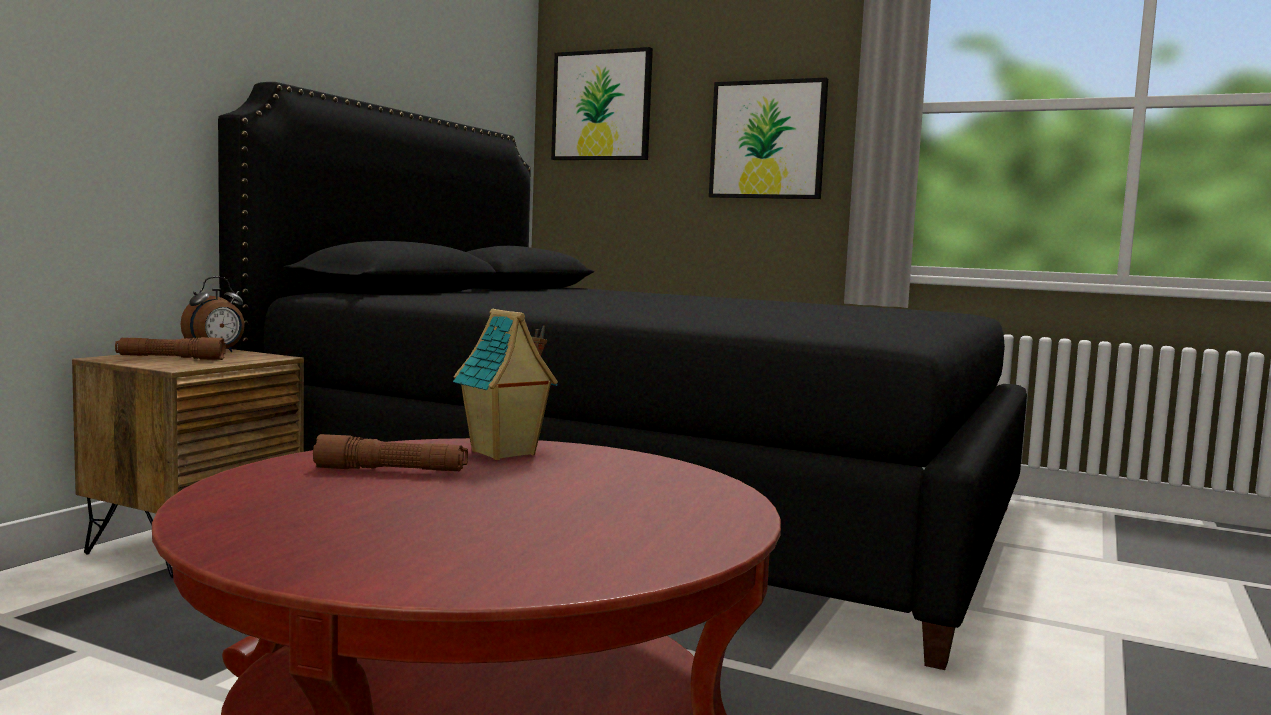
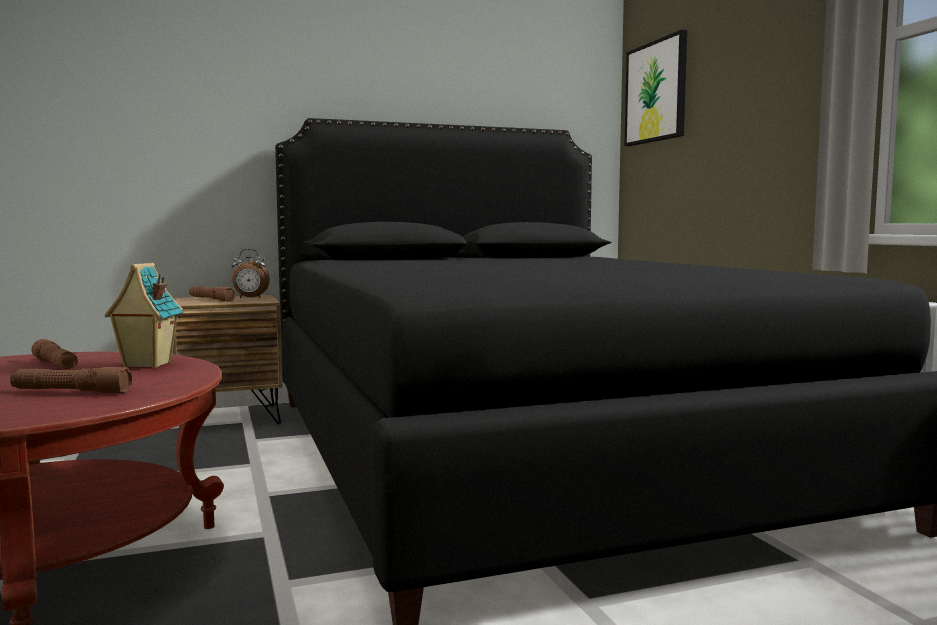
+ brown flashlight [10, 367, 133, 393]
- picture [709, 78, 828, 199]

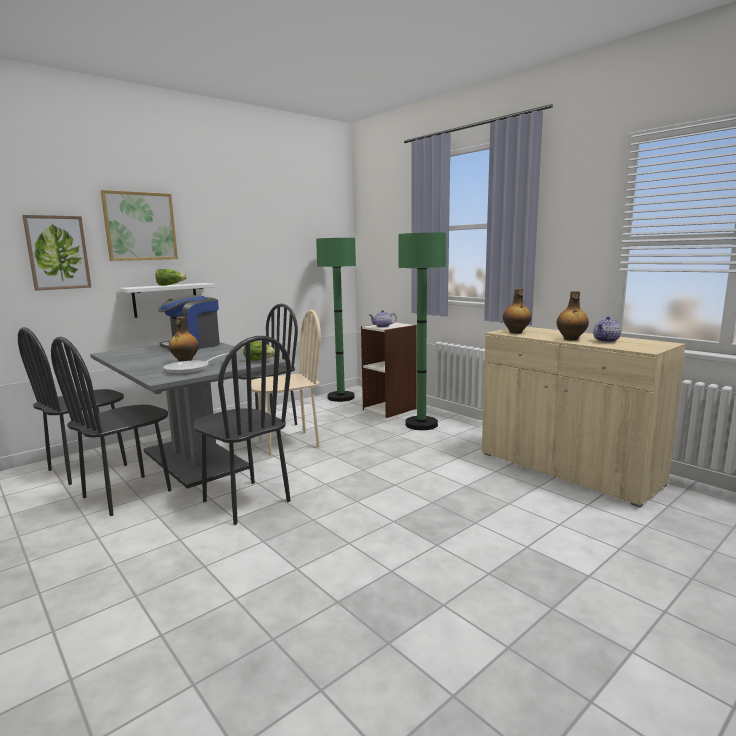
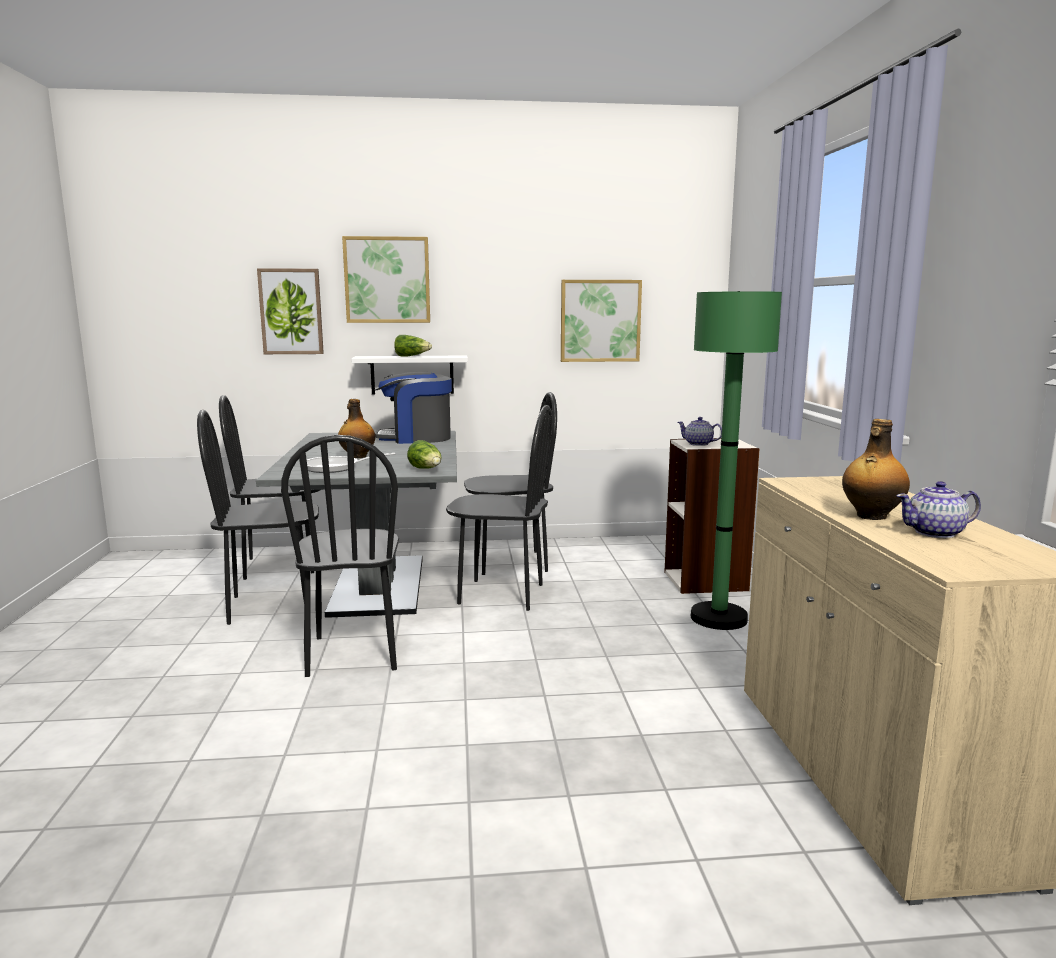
~ beige chair [251, 309, 321, 456] to black chair [446, 405, 552, 611]
+ picture [561, 280, 642, 362]
- green floor lamp [316, 238, 356, 402]
- bottle [503, 288, 531, 334]

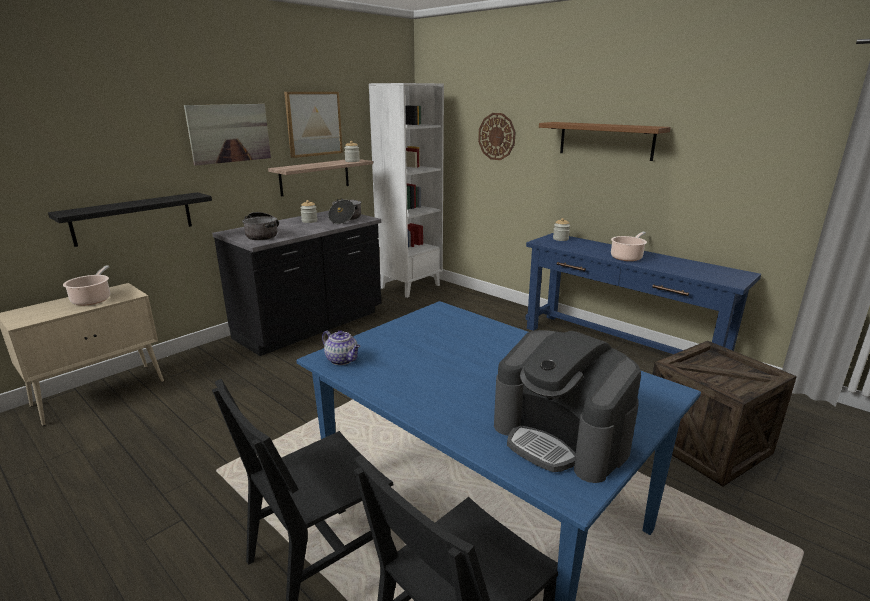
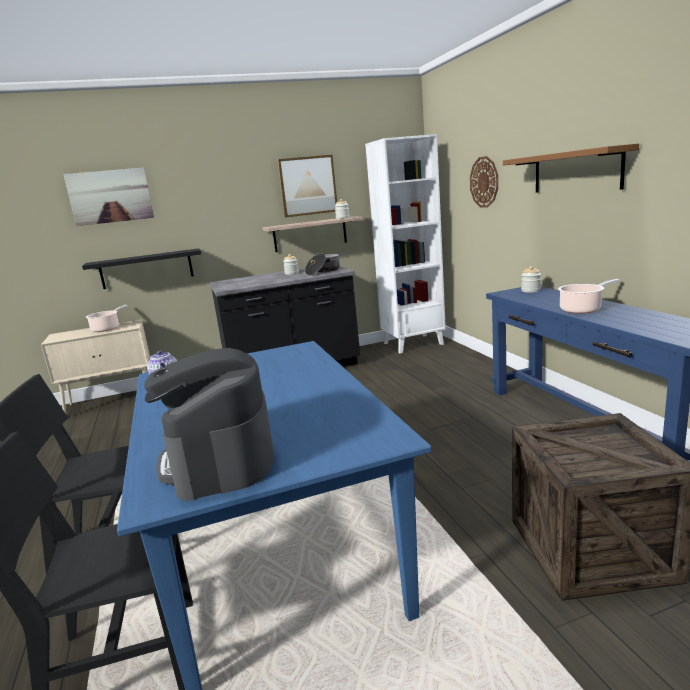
~ picture [184, 104, 271, 166] to [63, 168, 154, 226]
- cooking pot [242, 212, 279, 240]

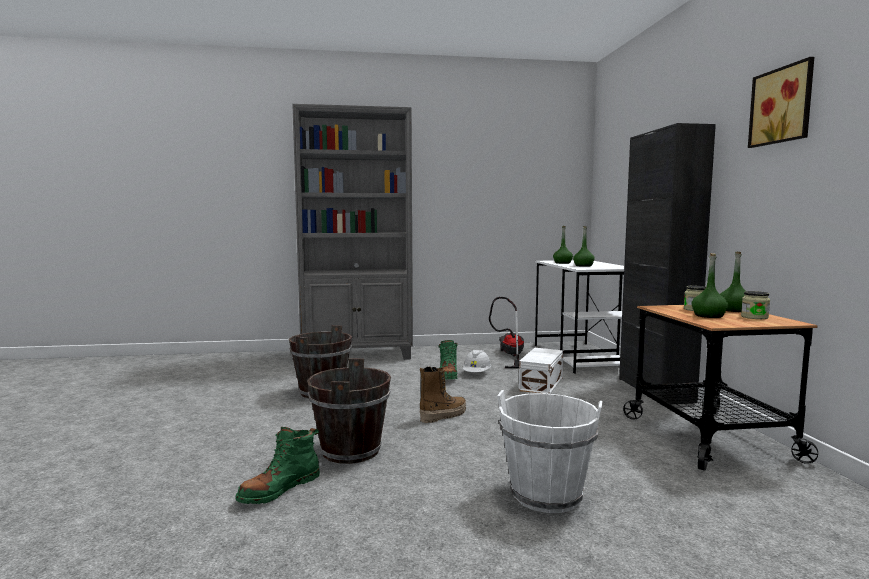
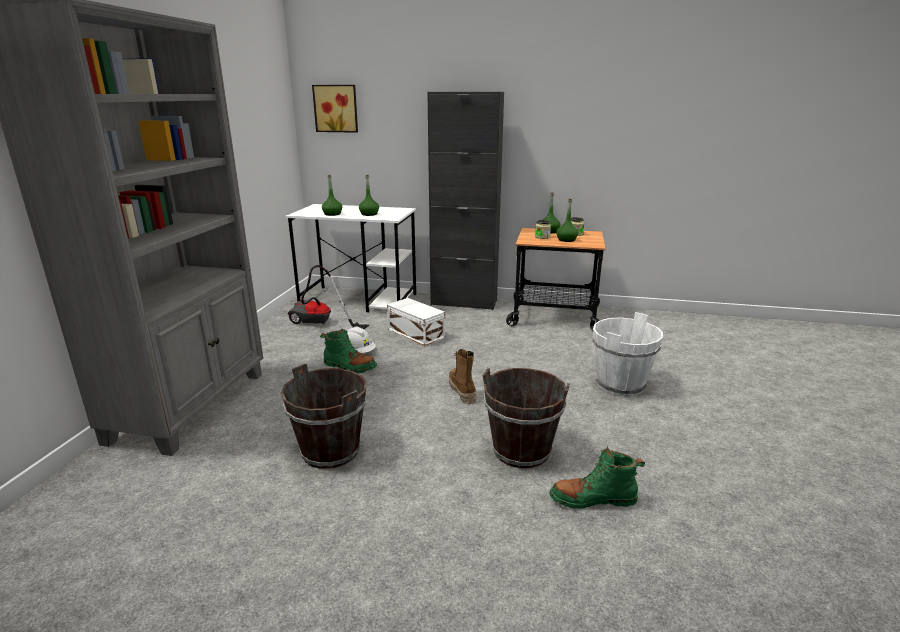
~ picture [748, 57, 814, 148] to [312, 85, 358, 133]
~ green boot [235, 427, 320, 504] = [550, 447, 645, 509] 120 degrees clockwise

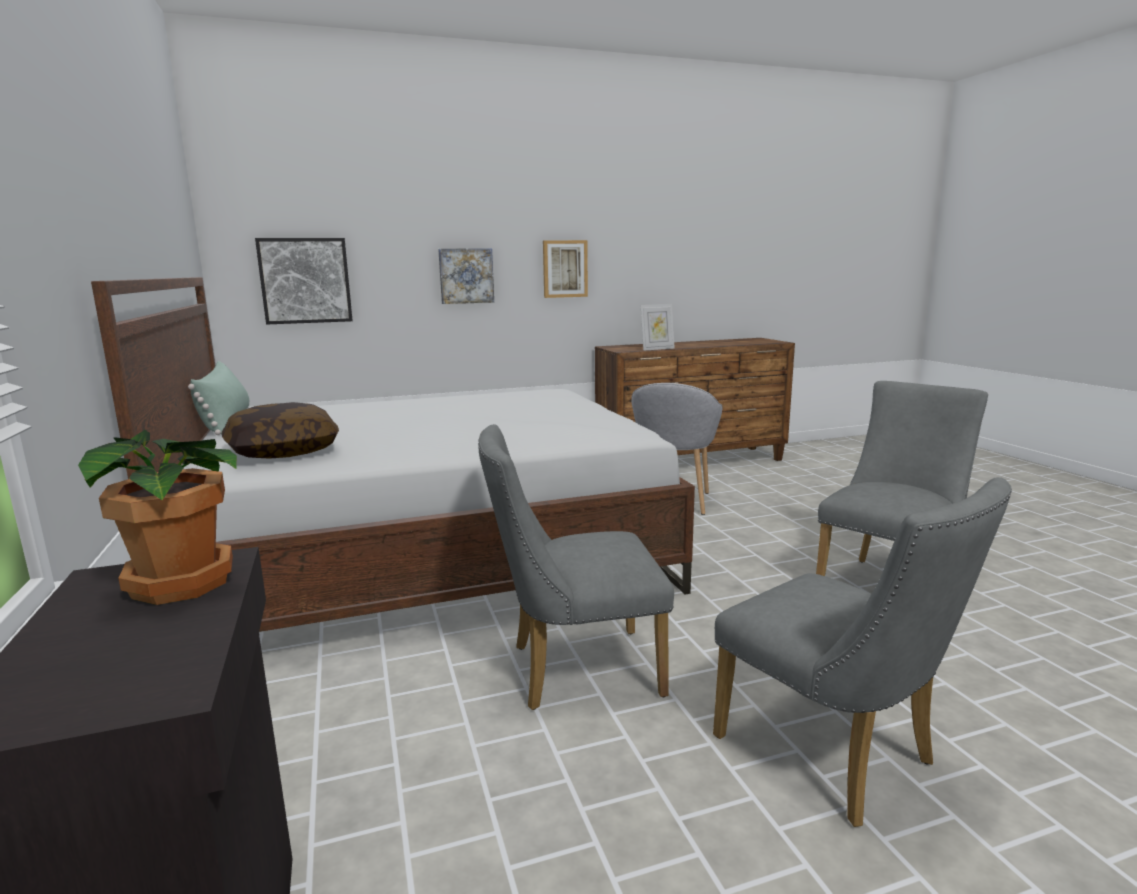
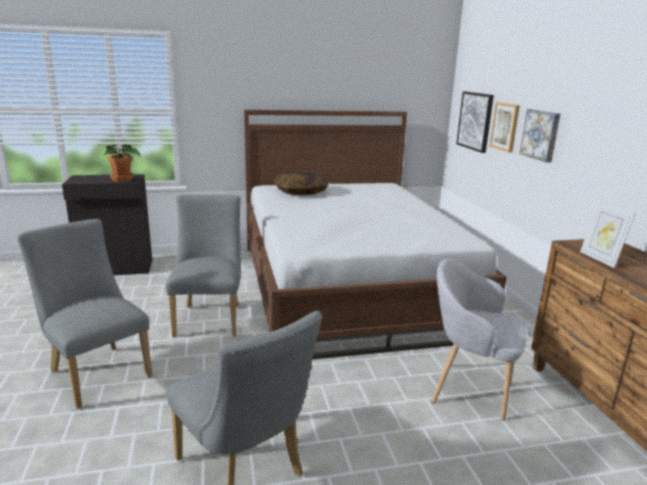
~ grey chair [713, 477, 1012, 827] = [17, 219, 153, 409] 75 degrees clockwise
~ picture [543, 240, 588, 298] to [490, 102, 520, 153]
- green pillow [188, 361, 249, 435]

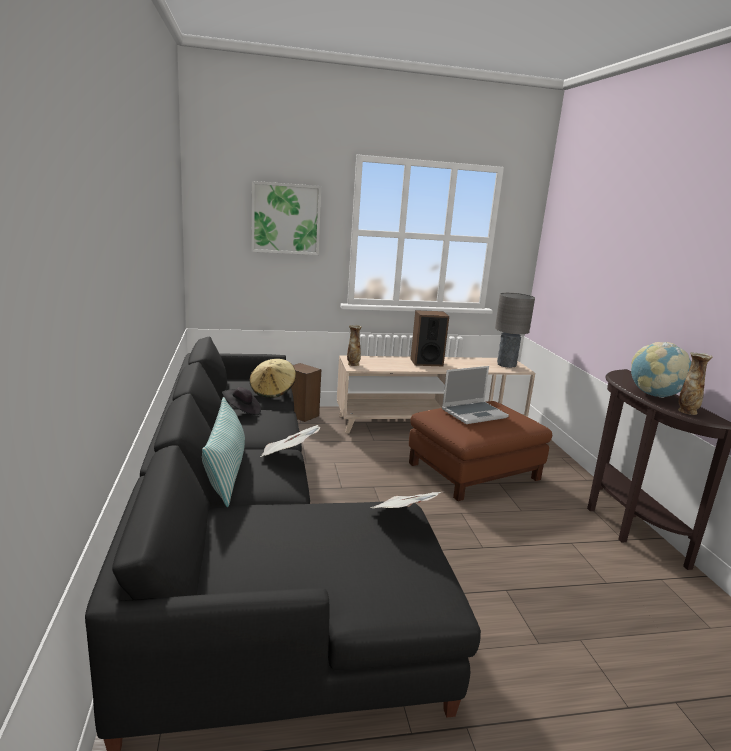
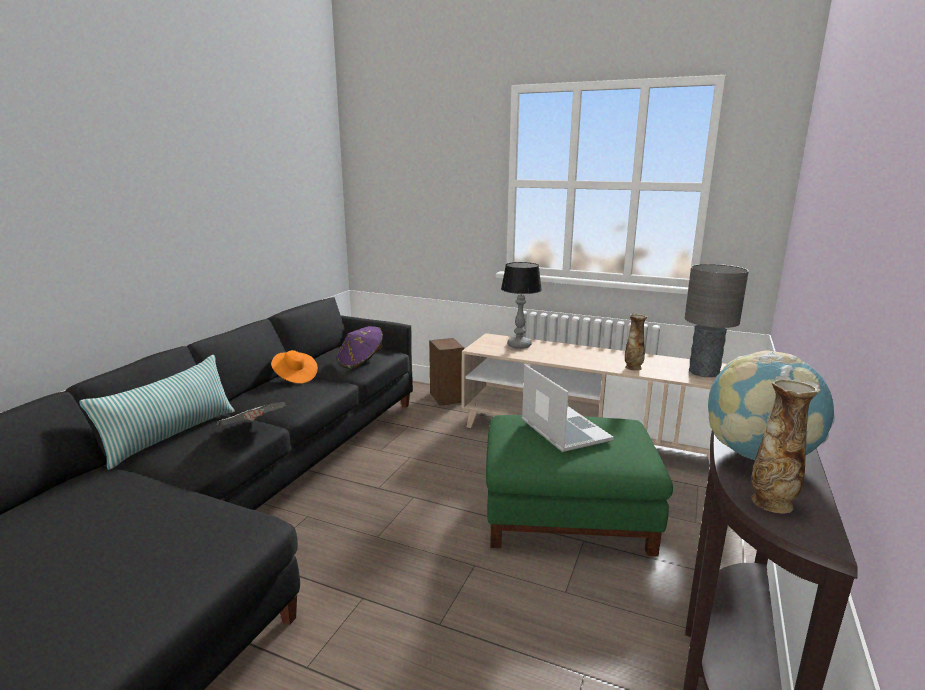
~ black hat [222, 387, 261, 415] to orange hat [271, 350, 318, 384]
~ beige hat [250, 359, 296, 398] to purple hat [337, 326, 383, 369]
~ brown ottoman [409, 401, 552, 501] to green ottoman [486, 415, 673, 556]
+ table lamp [501, 262, 542, 349]
~ laptop [442, 366, 509, 424] = [522, 364, 614, 452] 120 degrees counterclockwise
~ vase [347, 325, 362, 366] to [625, 313, 648, 371]
- picture [251, 181, 321, 255]
- newspaper [370, 492, 441, 508]
- speaker [411, 310, 449, 366]

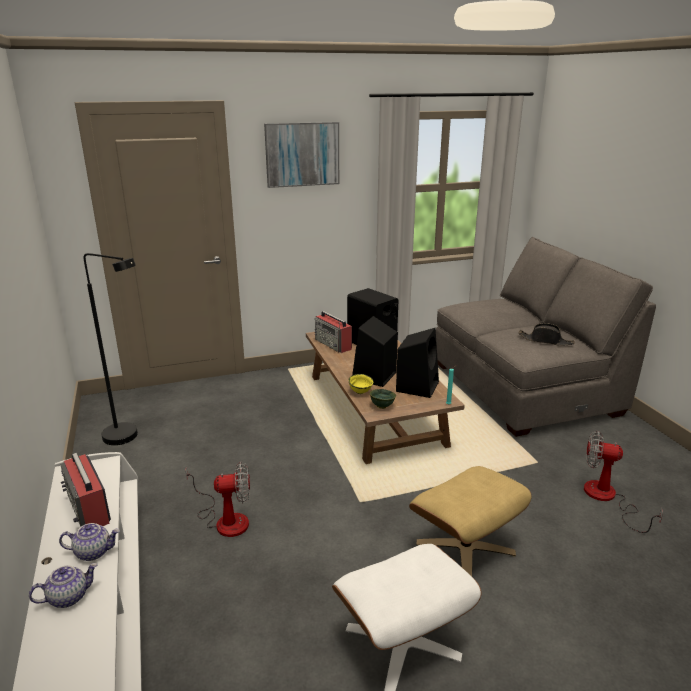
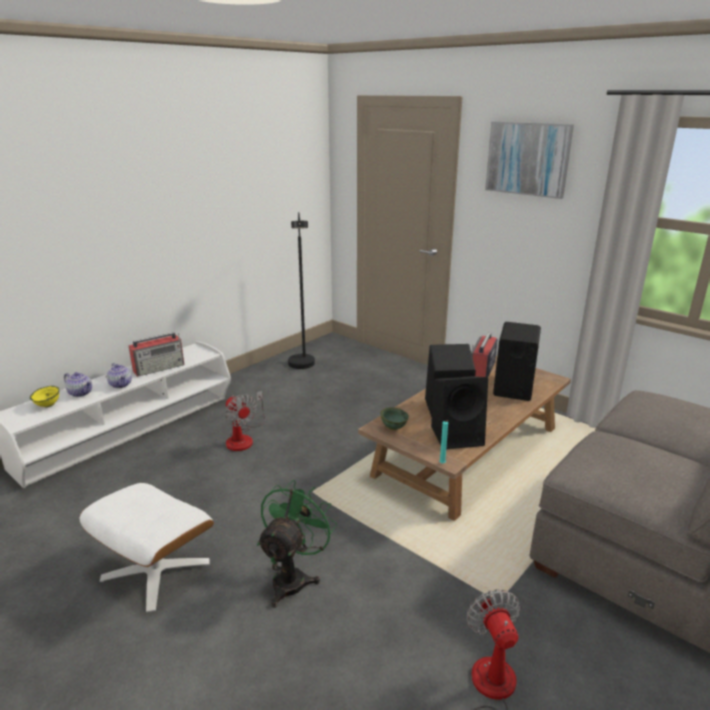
~ yellow bowl [348, 374, 373, 394] to [30, 386, 59, 408]
~ radio [60, 453, 111, 527] = [128, 332, 184, 377] 150 degrees counterclockwise
~ beige ottoman [409, 466, 532, 576] to green fan [257, 480, 337, 608]
- black hat [518, 323, 575, 346]

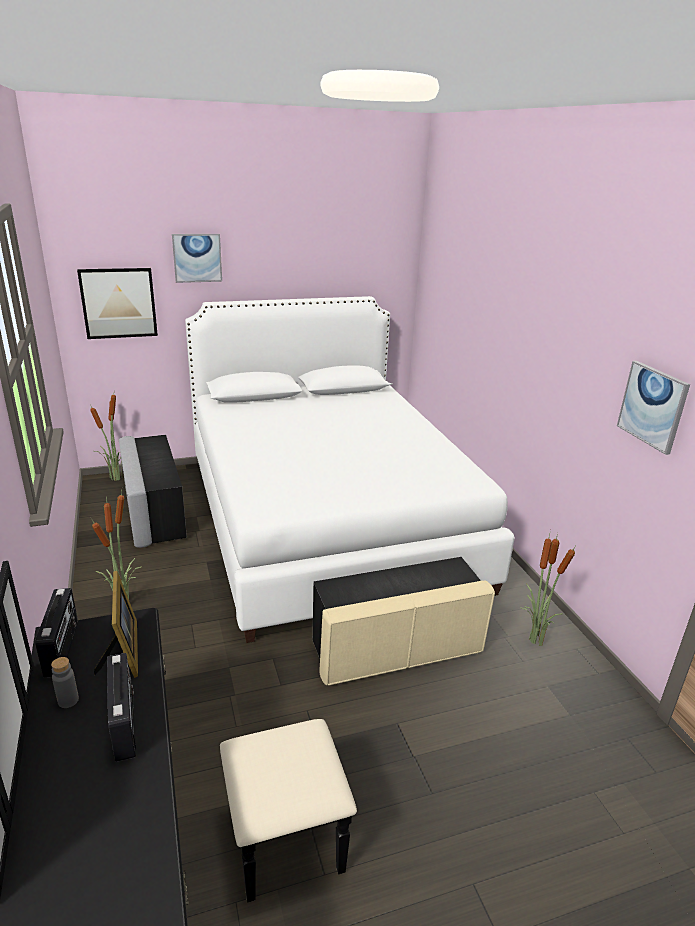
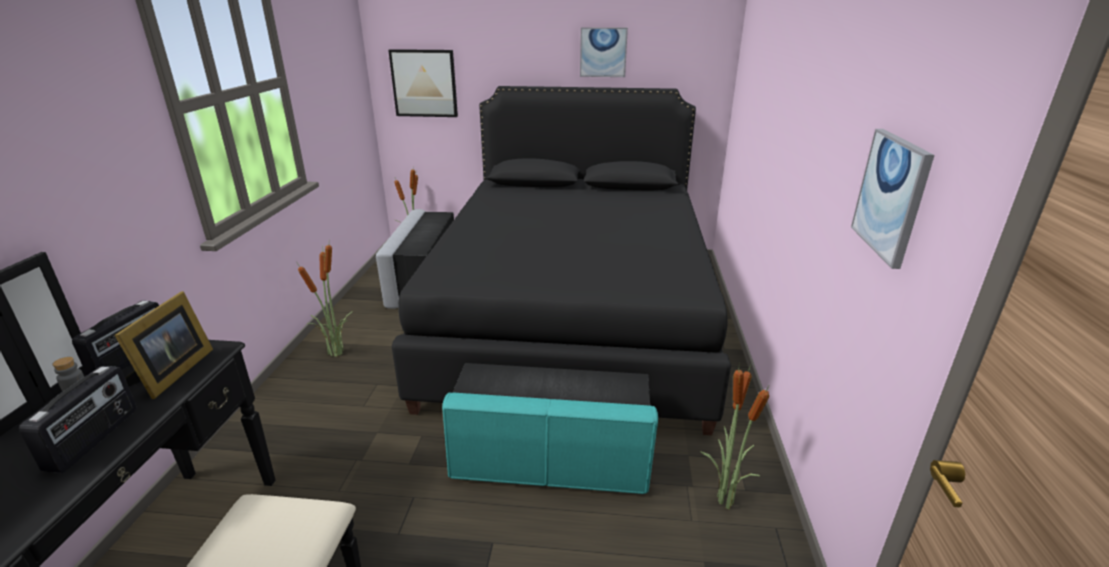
~ white bed [185, 296, 515, 643] to black bed [392, 86, 731, 435]
~ beige ottoman [313, 557, 495, 685] to turquoise ottoman [442, 363, 658, 494]
~ picture [172, 234, 222, 283] to [580, 27, 628, 77]

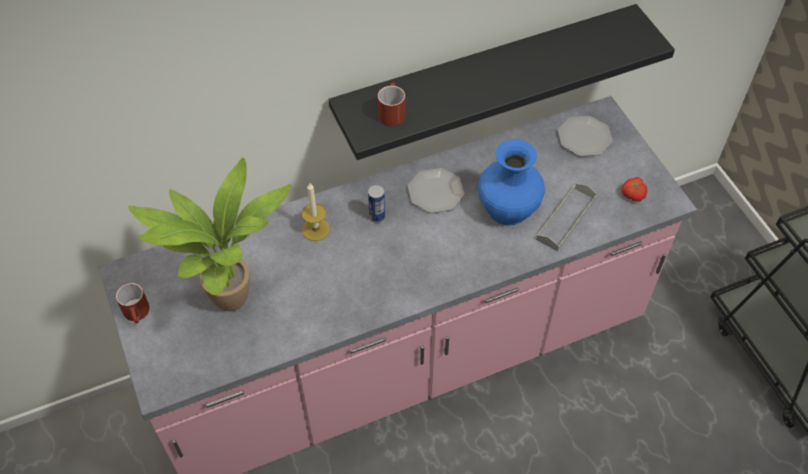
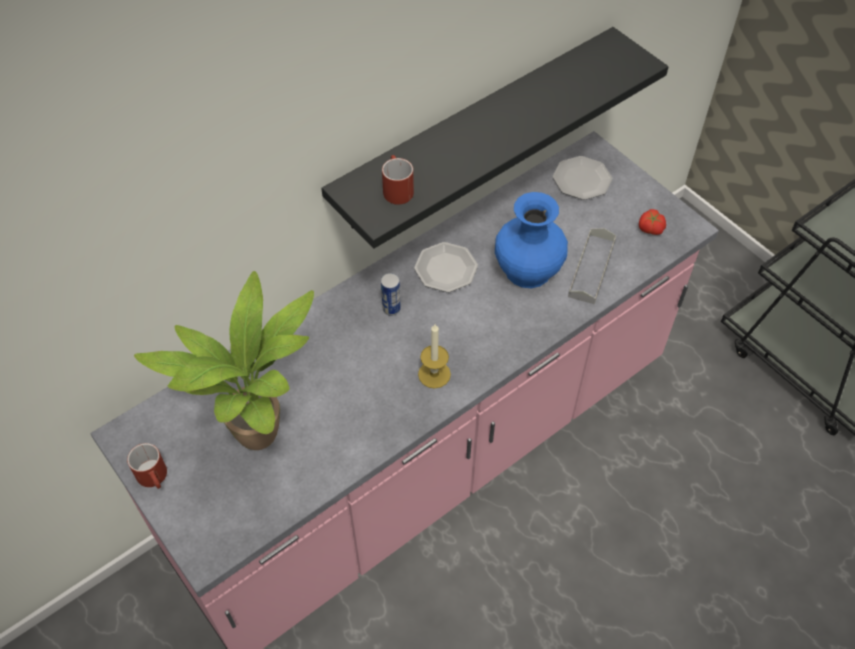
~ candle [302, 183, 330, 241] to [418, 324, 451, 389]

